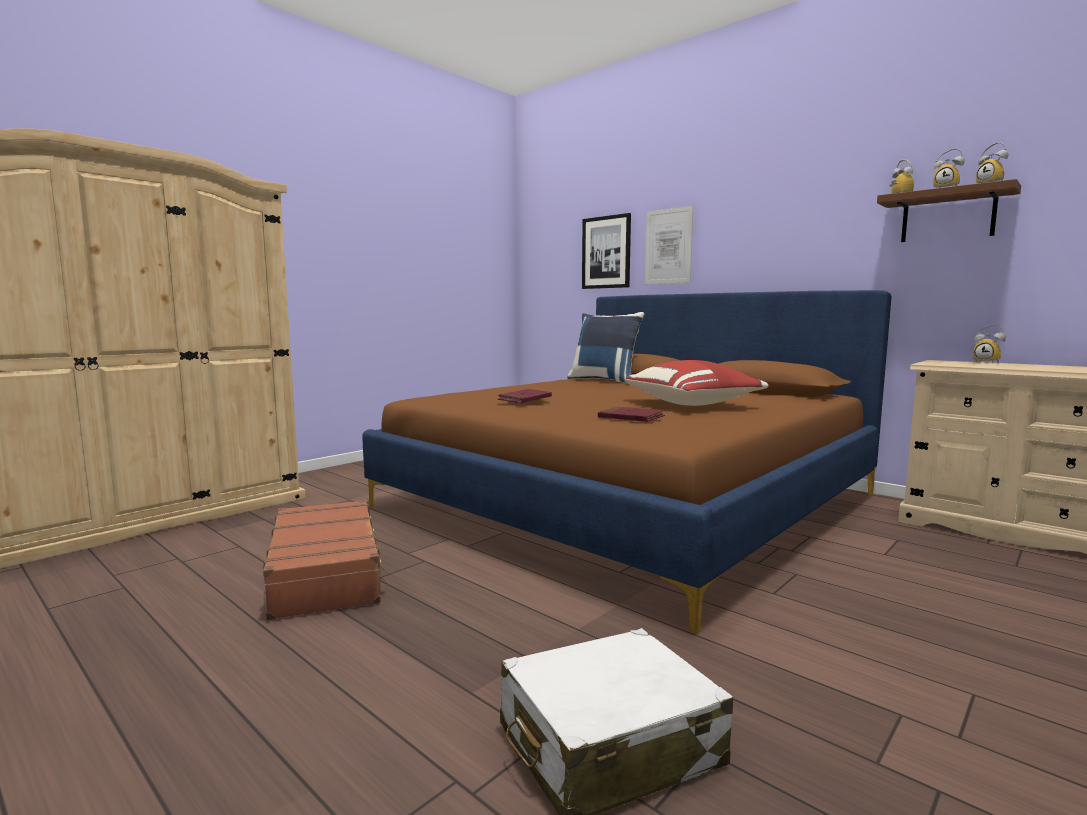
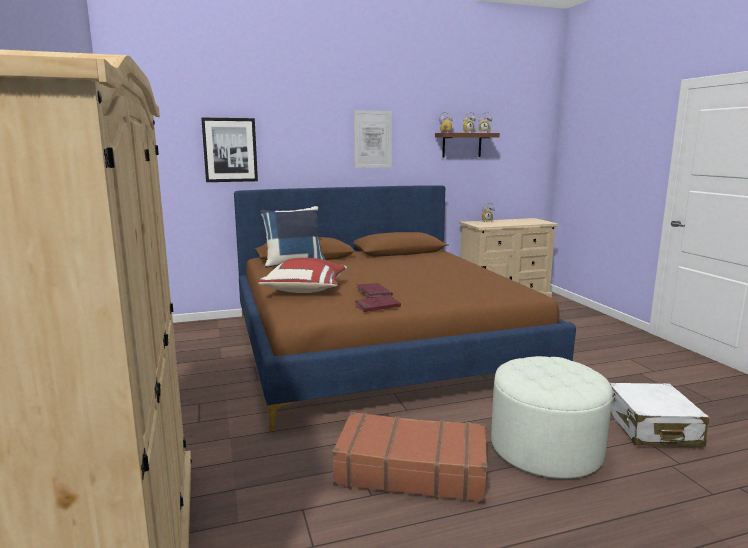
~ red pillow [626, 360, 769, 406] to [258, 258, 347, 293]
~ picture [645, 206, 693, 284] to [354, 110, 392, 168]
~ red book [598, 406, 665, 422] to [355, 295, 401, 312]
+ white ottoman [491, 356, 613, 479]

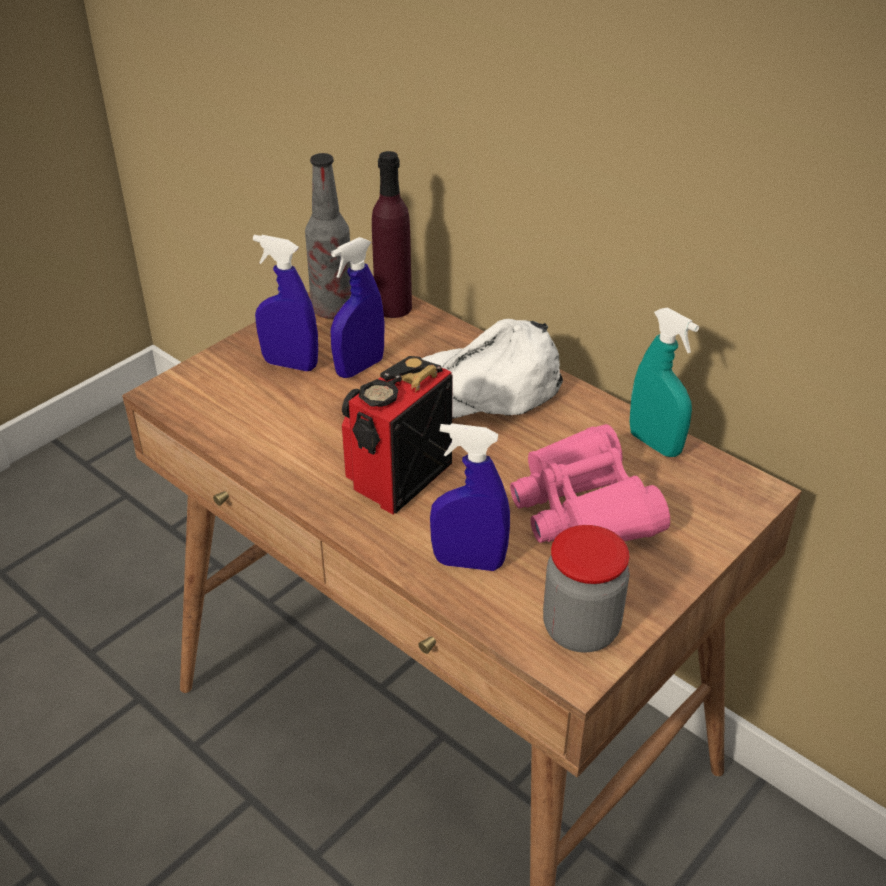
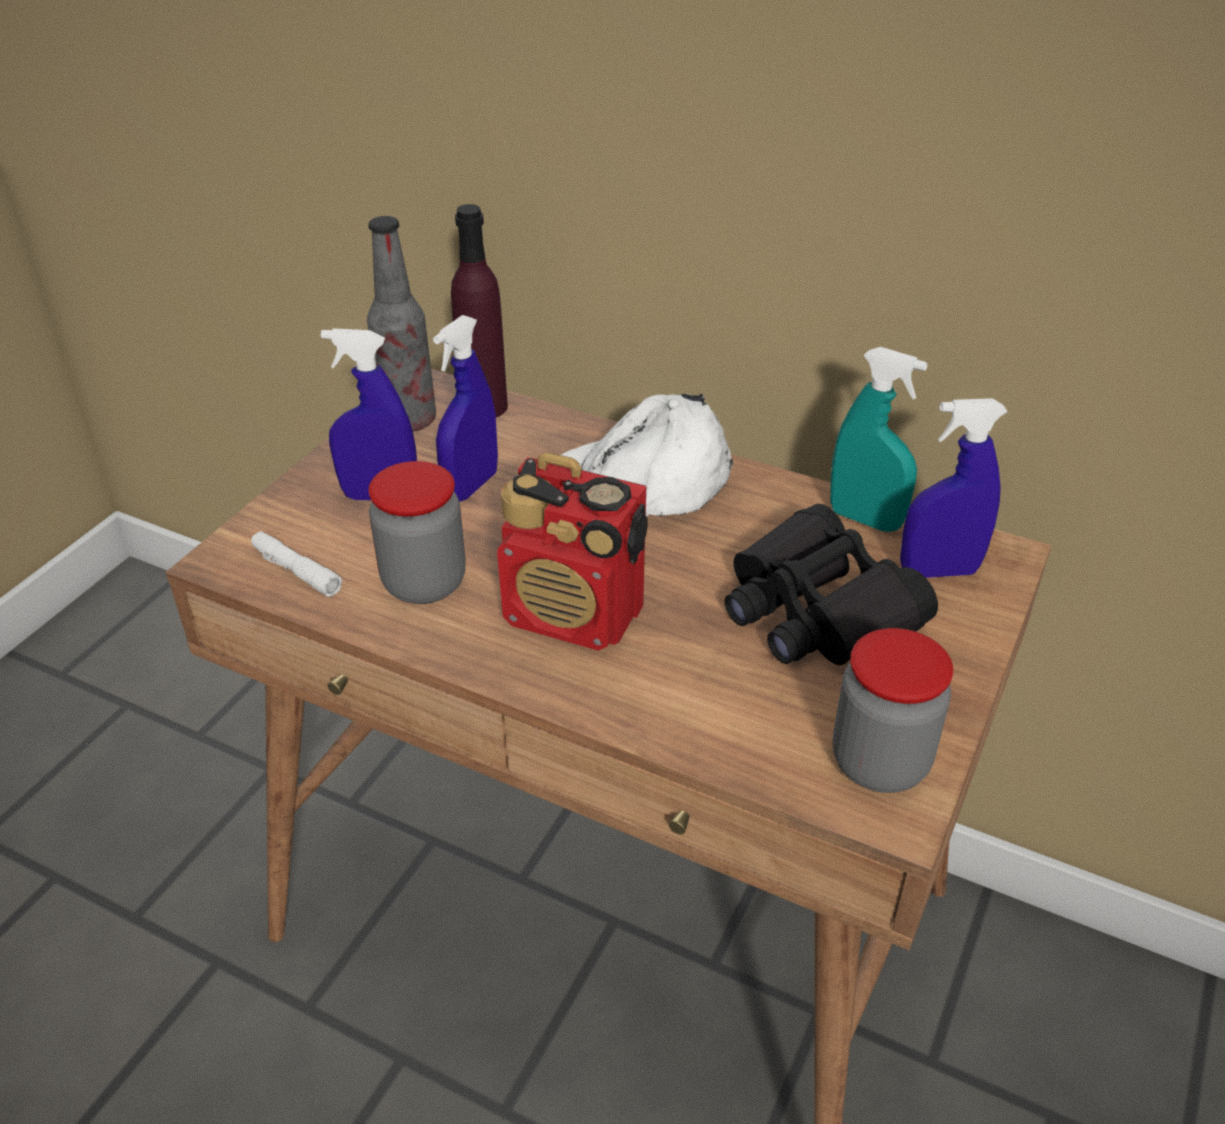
+ white flashlight [251, 531, 342, 597]
+ jar [368, 461, 466, 604]
~ radio [342, 356, 452, 515] = [497, 452, 648, 651] 90 degrees counterclockwise
~ pink binoculars [510, 424, 670, 543] to black binoculars [725, 504, 938, 665]
~ blue spray bottle [430, 423, 510, 571] to [900, 398, 1007, 578]

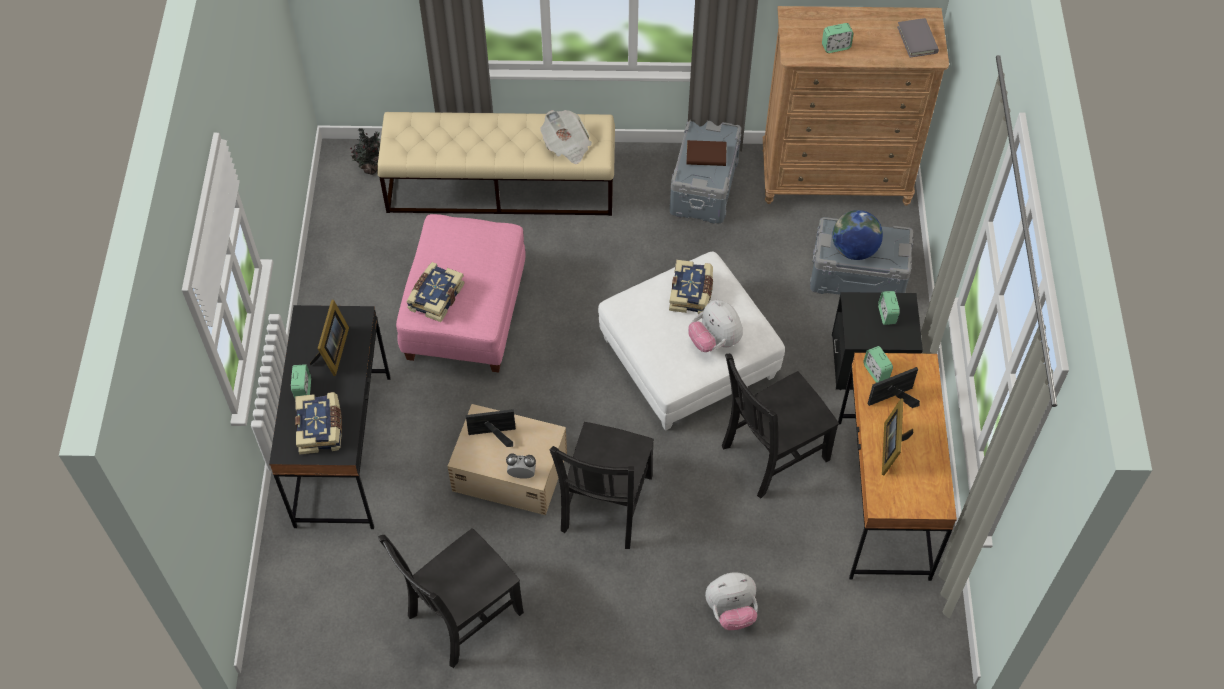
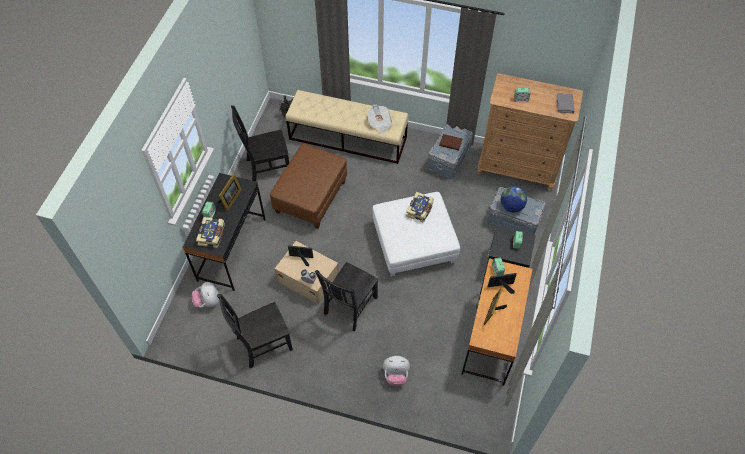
~ plush toy [688, 300, 743, 352] to [192, 282, 219, 308]
~ black chair [722, 354, 839, 499] to [231, 105, 289, 181]
~ pink ottoman [396, 214, 526, 373] to brown ottoman [270, 144, 347, 229]
- book [406, 262, 465, 322]

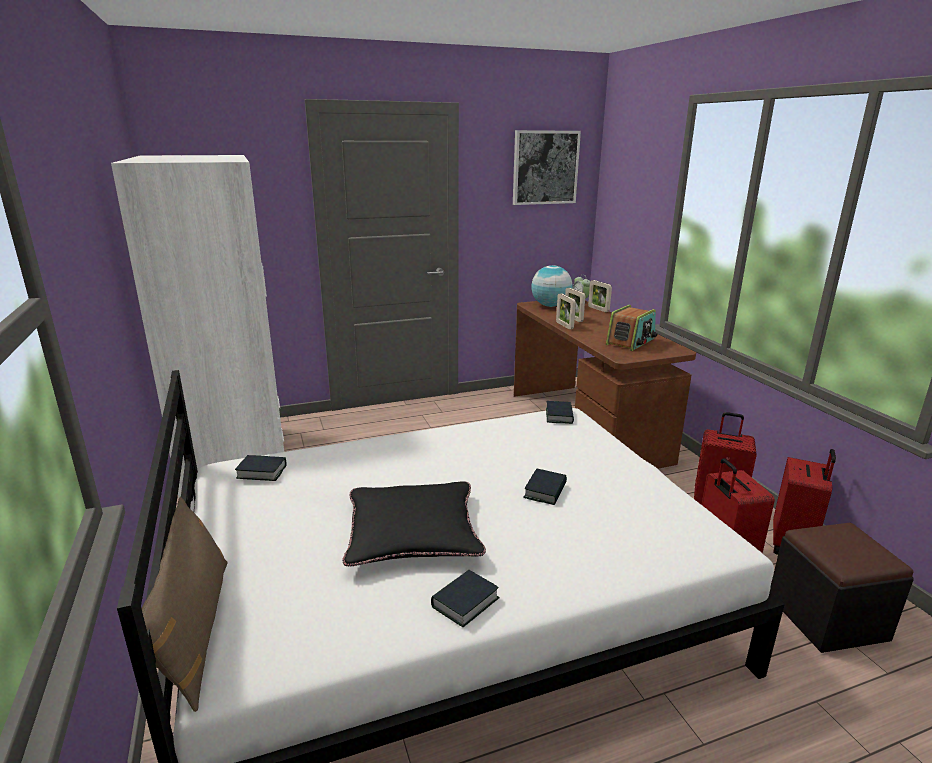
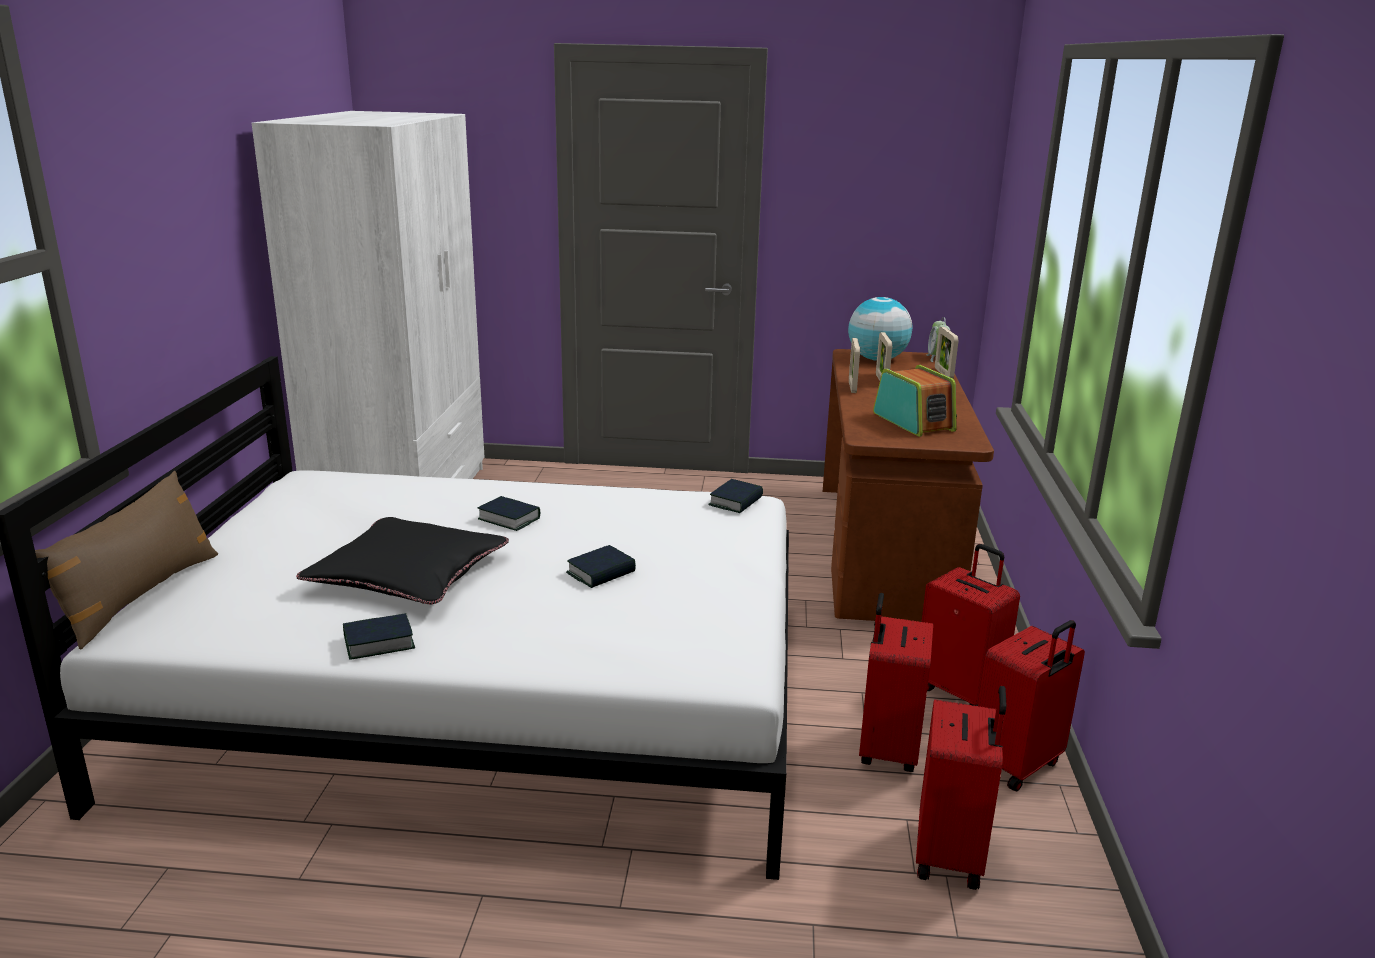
~ book [235, 455, 286, 481] to [478, 496, 540, 531]
~ radio [606, 305, 657, 351] = [873, 365, 957, 437] 90 degrees counterclockwise
~ black ottoman [770, 523, 914, 653] to red suitcase [916, 686, 1006, 890]
- picture [513, 130, 581, 205]

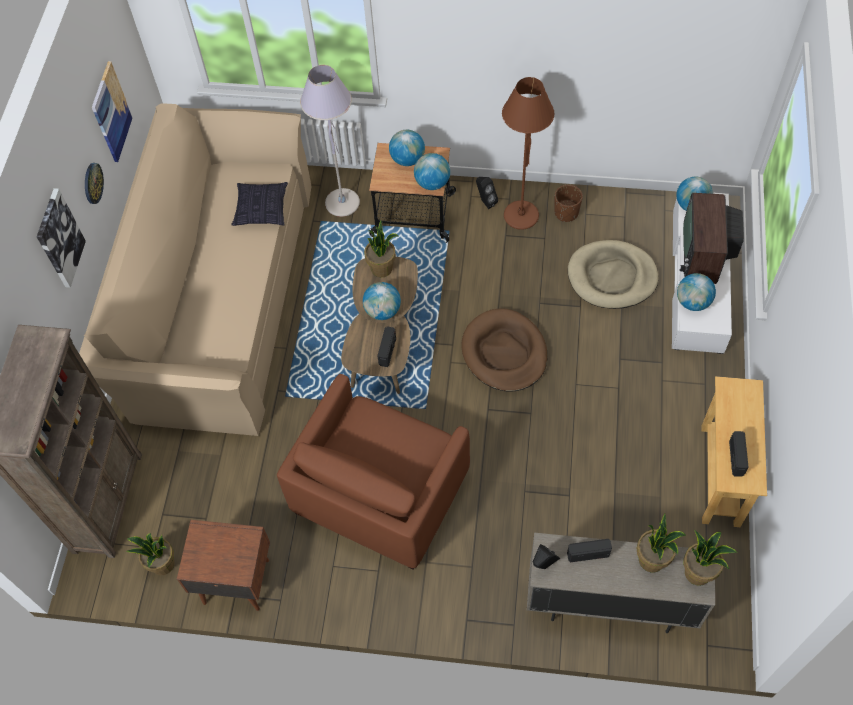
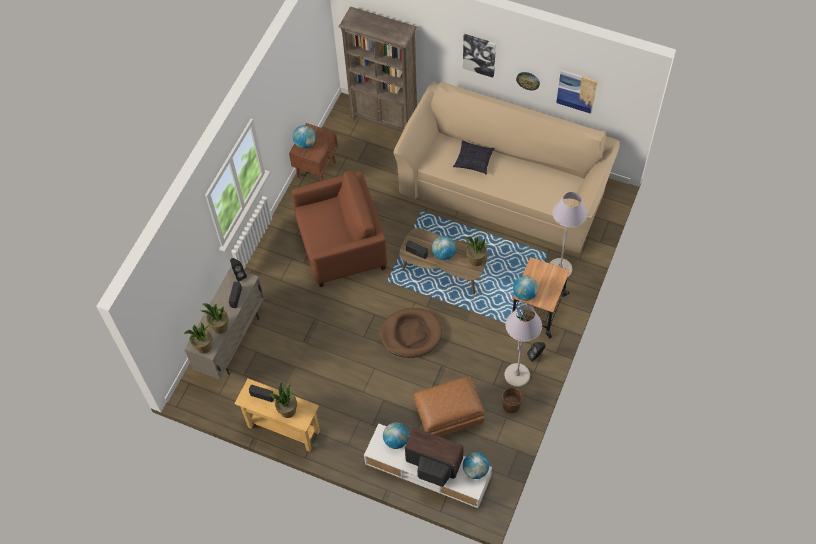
~ potted plant [126, 533, 175, 575] to [270, 381, 297, 418]
~ brown armchair [277, 374, 470, 570] = [292, 171, 387, 287] 120 degrees clockwise
~ globe [389, 130, 425, 166] to [293, 125, 316, 149]
~ beige dog bed [568, 240, 658, 309] to brown ottoman [413, 376, 485, 437]
~ pillow [231, 182, 288, 226] to [453, 140, 494, 174]
~ brown floor lamp [502, 77, 554, 230] to grey floor lamp [504, 305, 542, 387]

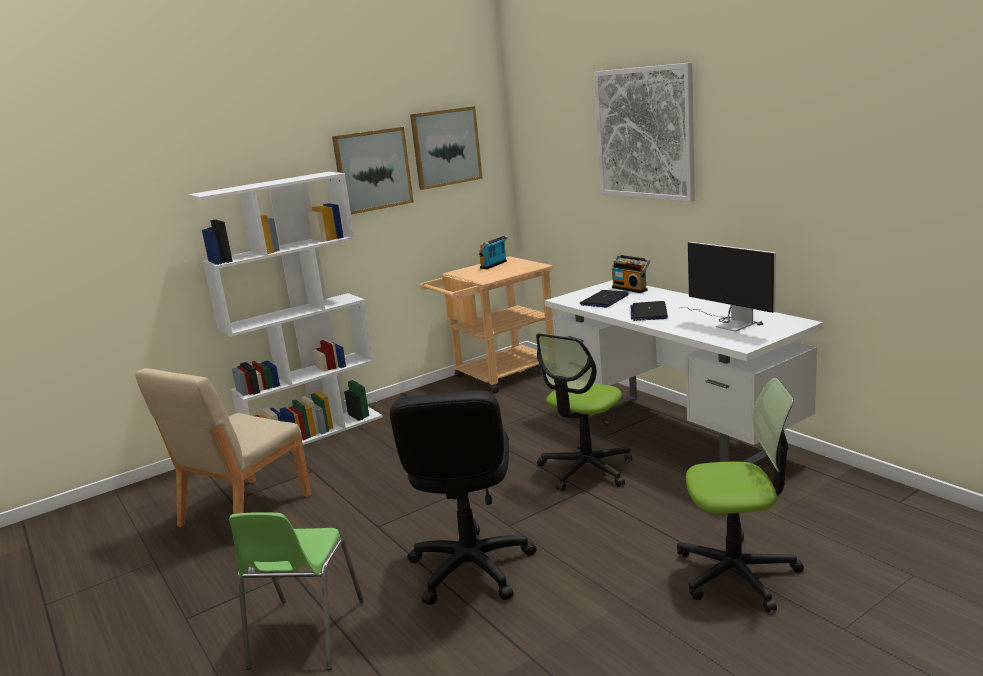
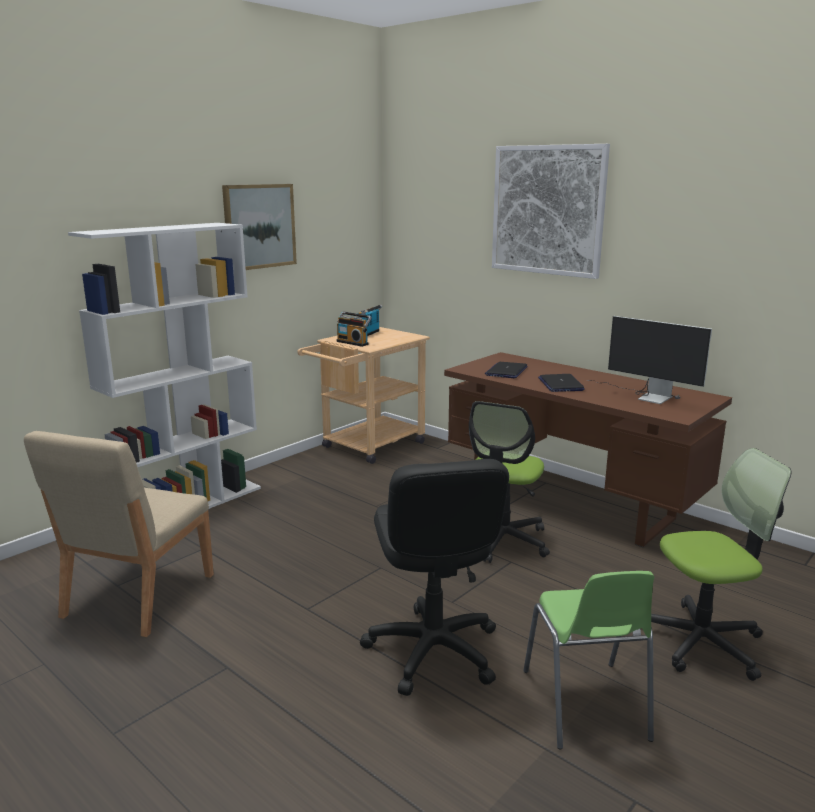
~ radio [612, 255, 650, 293] to [337, 311, 372, 347]
~ white desk [545, 280, 823, 464] to brown desk [444, 352, 732, 547]
~ green chair [229, 512, 364, 670] to [523, 571, 654, 750]
- picture [410, 106, 483, 190]

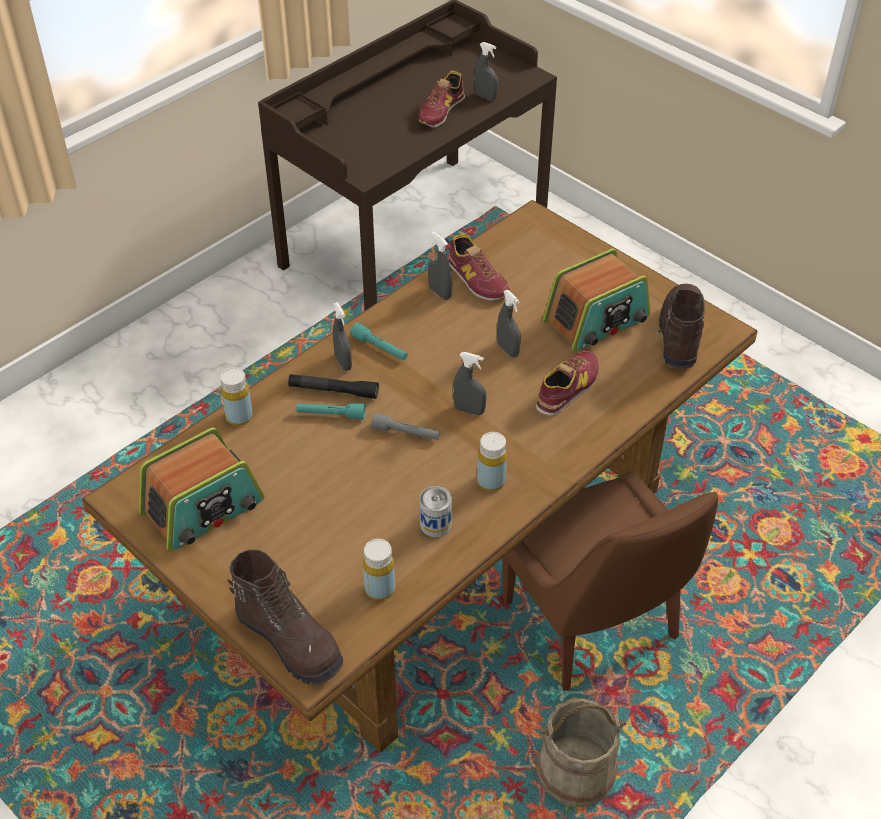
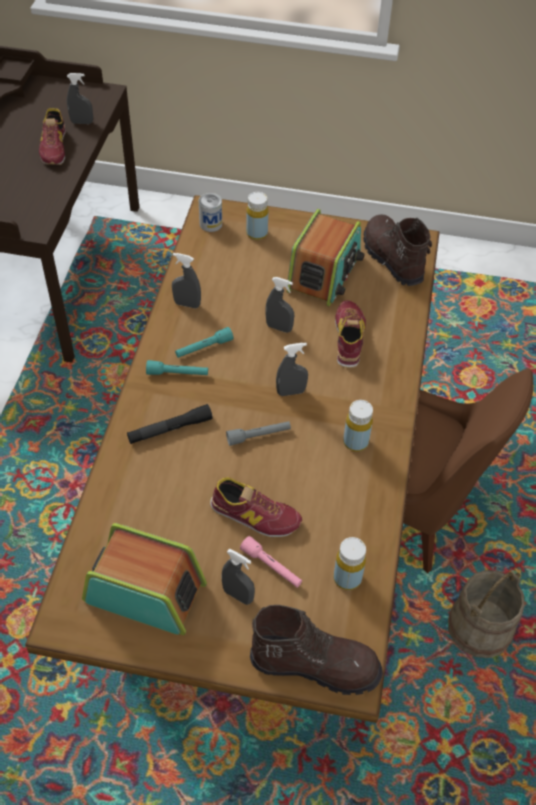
~ radio [139, 427, 264, 552] = [82, 523, 207, 635] 90 degrees counterclockwise
~ turquoise flashlight [297, 403, 365, 420] to [175, 327, 233, 358]
~ can [420, 486, 452, 537] to [199, 193, 222, 232]
~ shoe [448, 234, 510, 301] to [210, 477, 302, 537]
~ grey spray bottle [333, 302, 352, 371] to [221, 549, 255, 605]
+ pink flashlight [240, 536, 302, 588]
~ yellow bottle [220, 368, 253, 426] to [246, 192, 268, 240]

